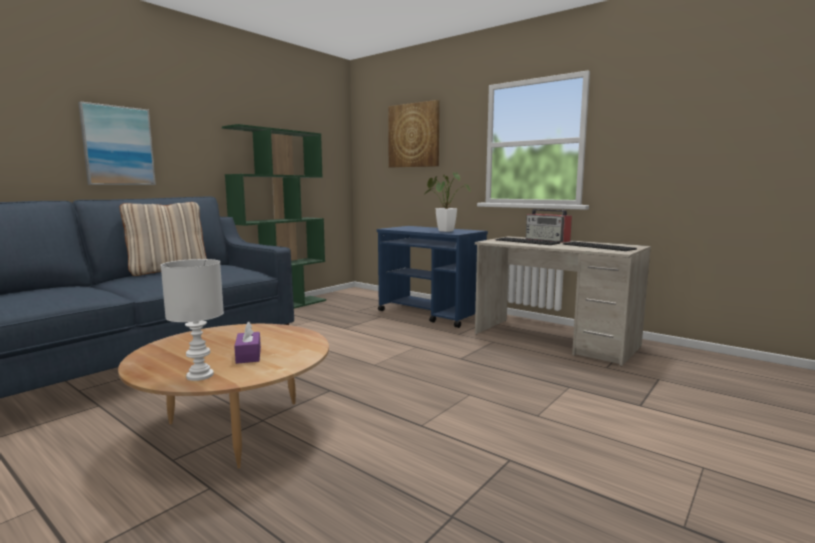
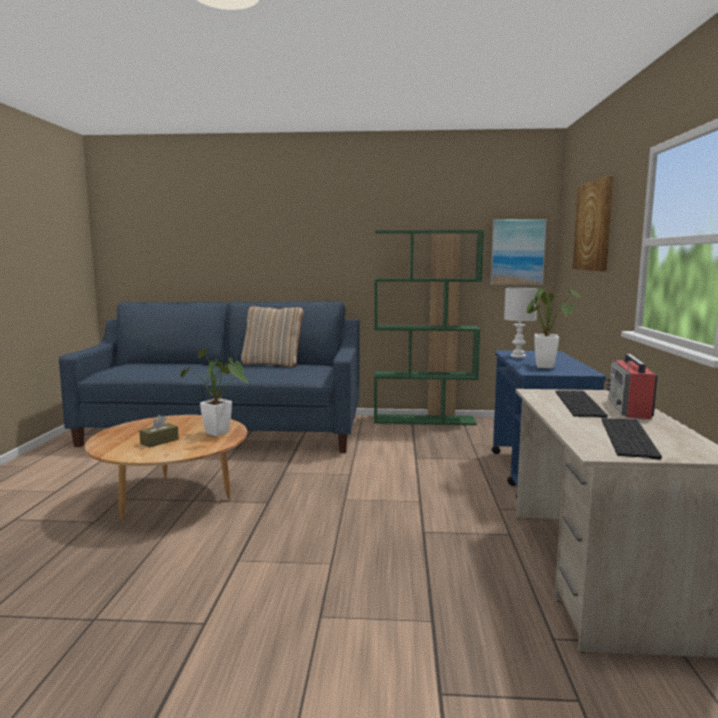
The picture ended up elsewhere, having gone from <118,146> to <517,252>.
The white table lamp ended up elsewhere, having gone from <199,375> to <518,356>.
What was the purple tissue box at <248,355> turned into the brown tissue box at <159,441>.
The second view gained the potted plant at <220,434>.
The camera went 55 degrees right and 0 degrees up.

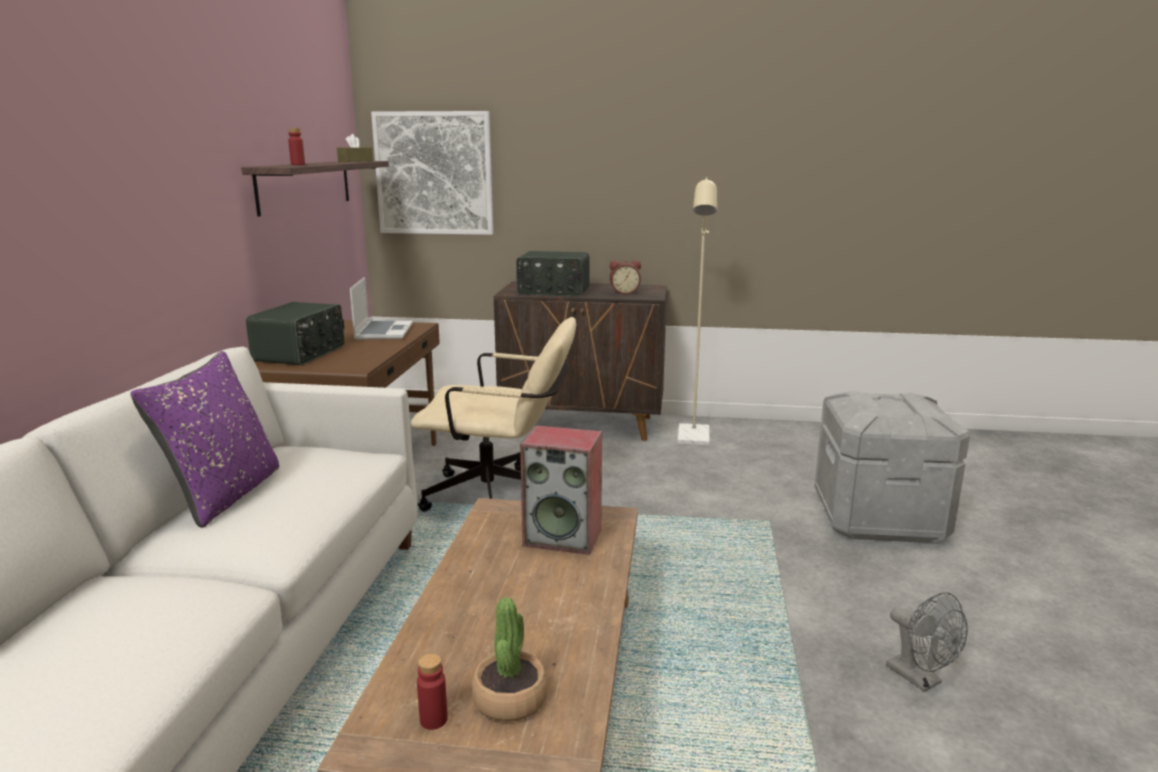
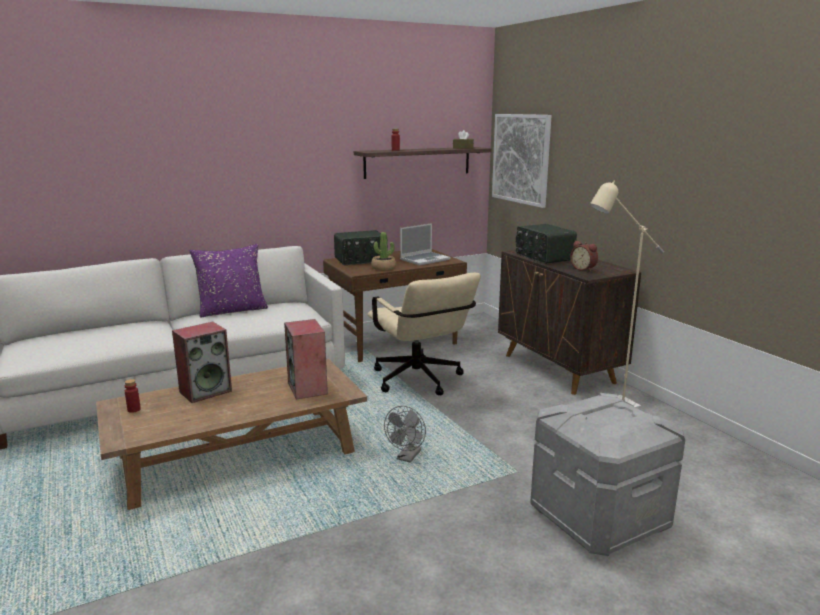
The potted plant ended up elsewhere, having gone from <510,699> to <383,268>.
The grey fan ended up elsewhere, having gone from <920,679> to <407,457>.
The second view gained the speaker at <206,391>.
The camera went 55 degrees right and 0 degrees up.

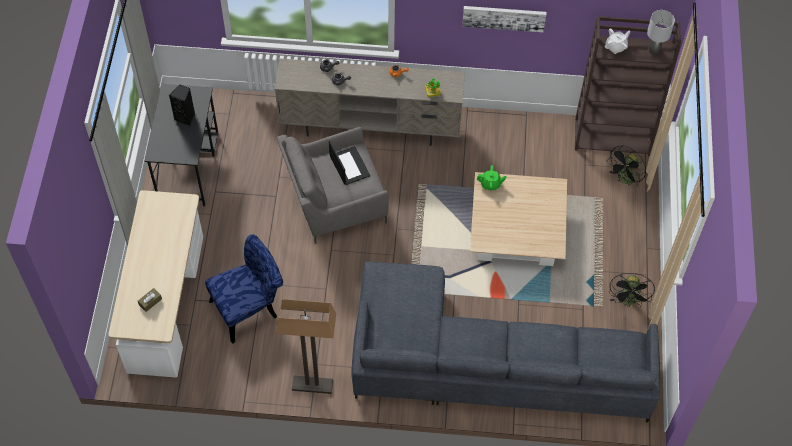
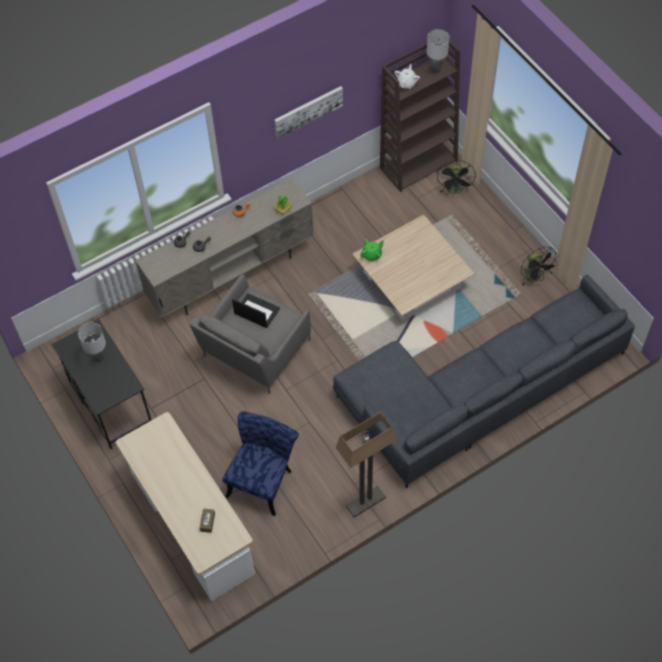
Where the black speaker stood at <186,117>, the grey table lamp came to stand at <99,357>.
The camera went 35 degrees left and 0 degrees up.

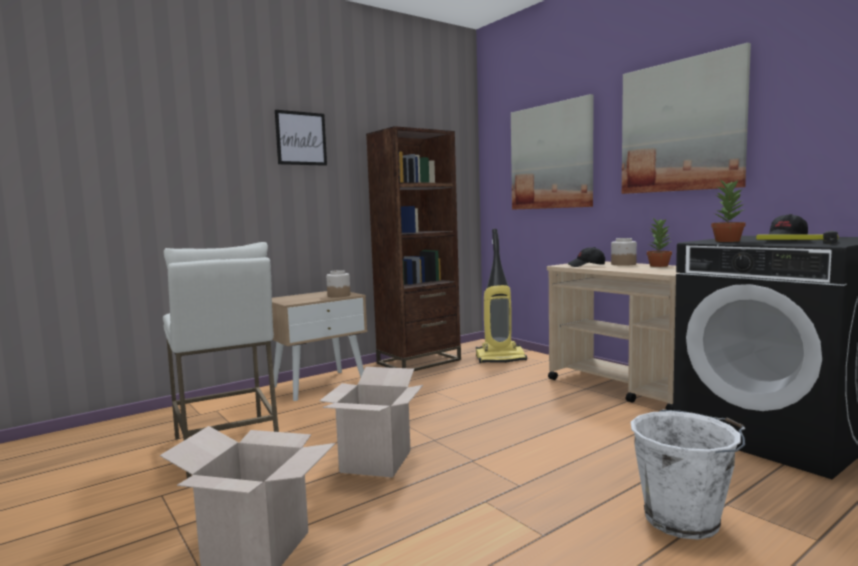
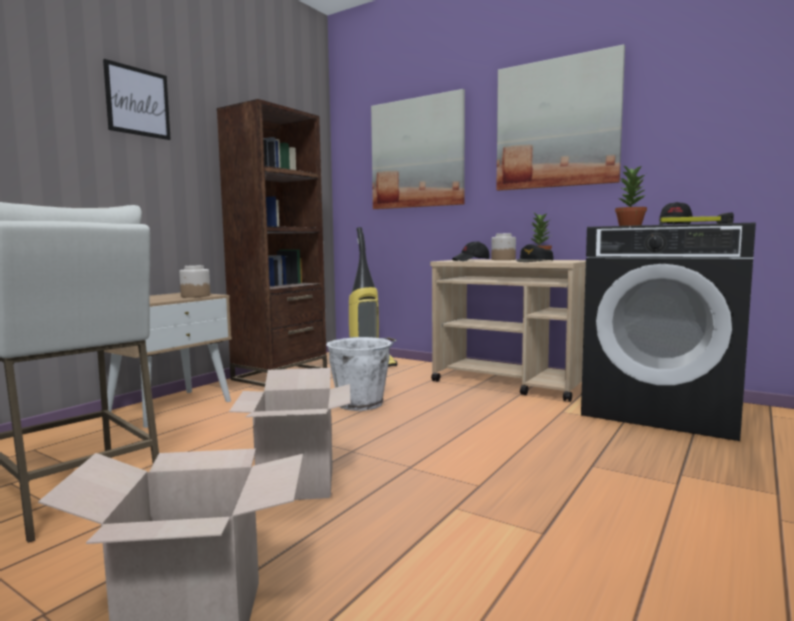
The white bucket ended up elsewhere, having gone from <684,519> to <362,403>.
The second view gained the black cap at <535,261>.
The camera went 20 degrees left and 0 degrees up.

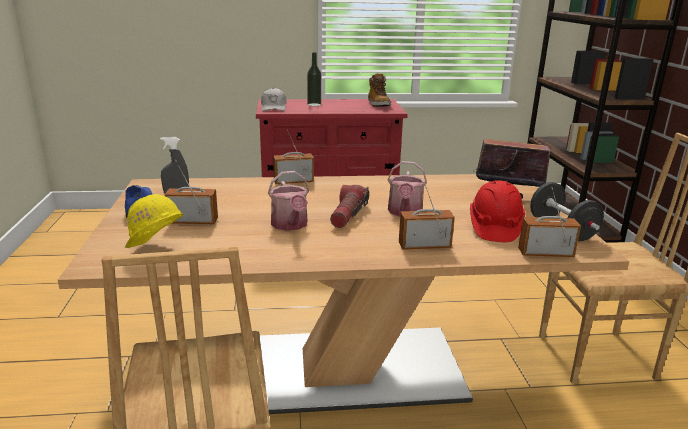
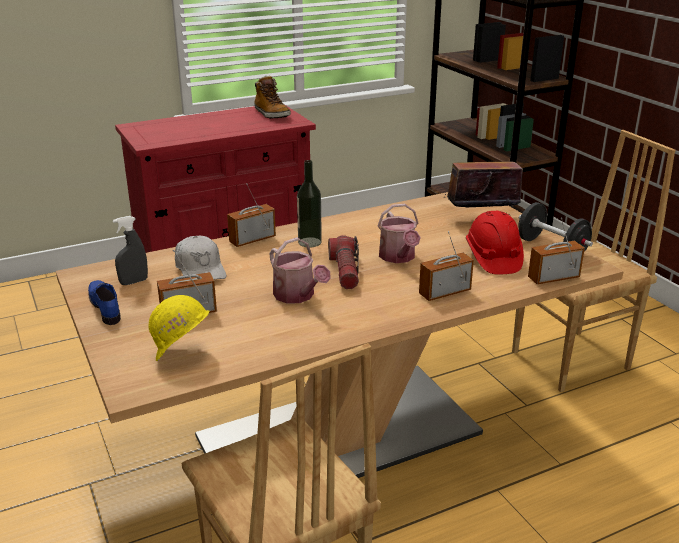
The white cap ended up elsewhere, having gone from <274,107> to <200,269>.
The bottle ended up elsewhere, having gone from <314,104> to <309,242>.
The camera went 20 degrees left and 5 degrees up.

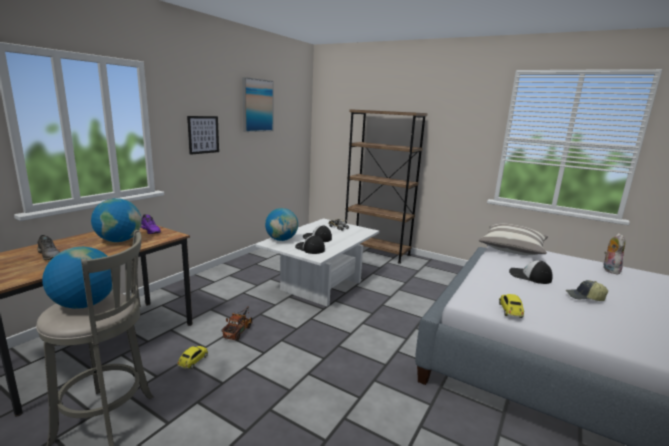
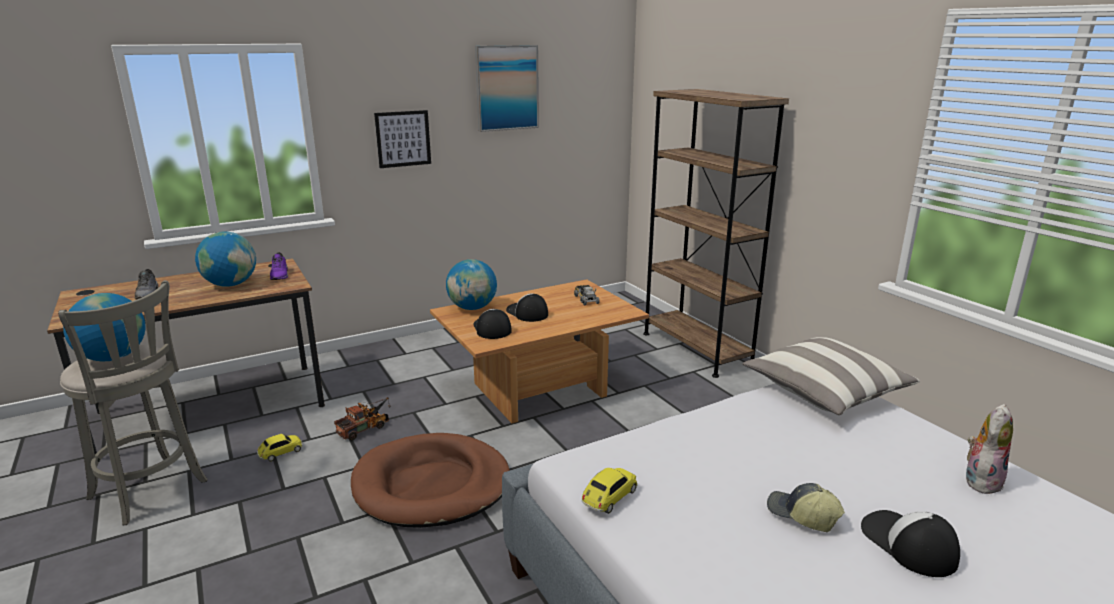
What was the white coffee table at <320,285> turned into the brown coffee table at <539,387>.
The cap ended up elsewhere, having gone from <529,276> to <907,544>.
The second view gained the brown dog bed at <431,485>.
The camera went 30 degrees right and 5 degrees up.

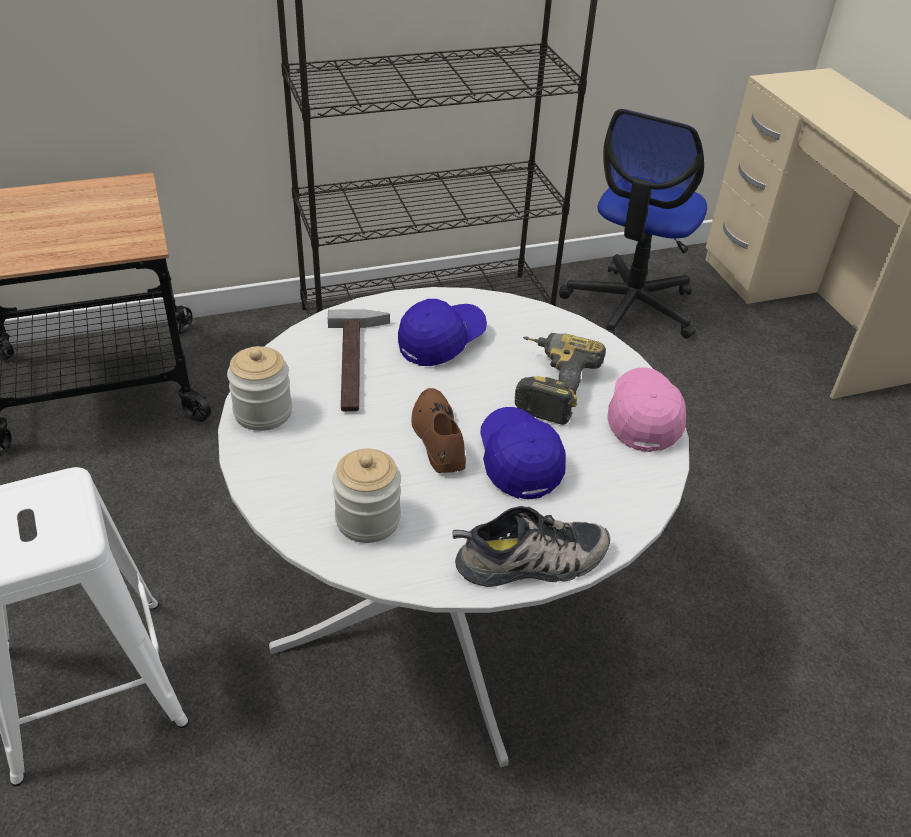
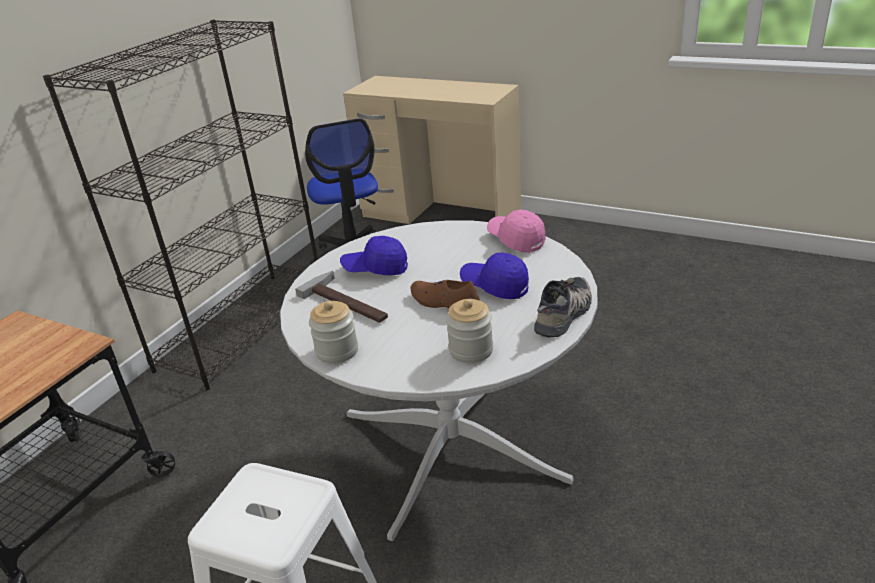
The blue cap at <441,342> ended up facing another way, 90 degrees counterclockwise from before.
The second view lost the power drill at <547,384>.
The camera went 40 degrees left and 10 degrees down.

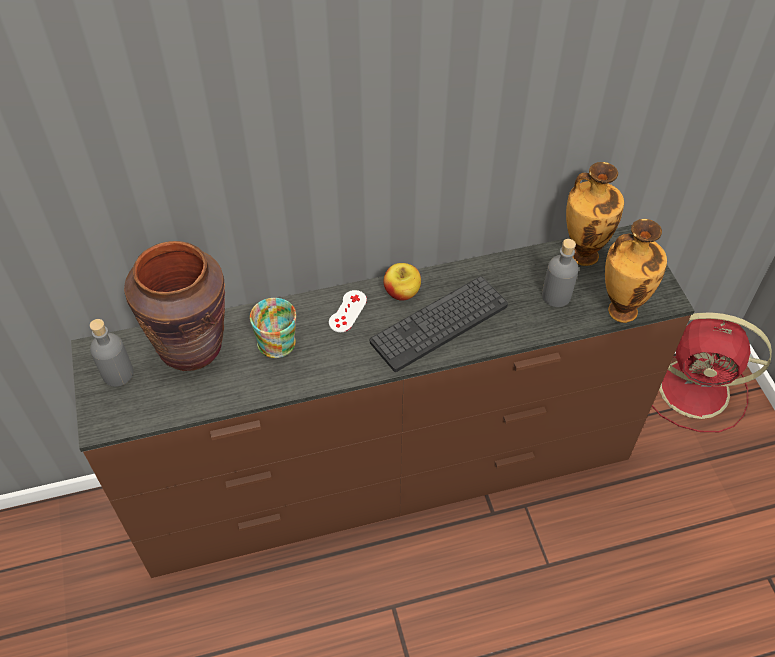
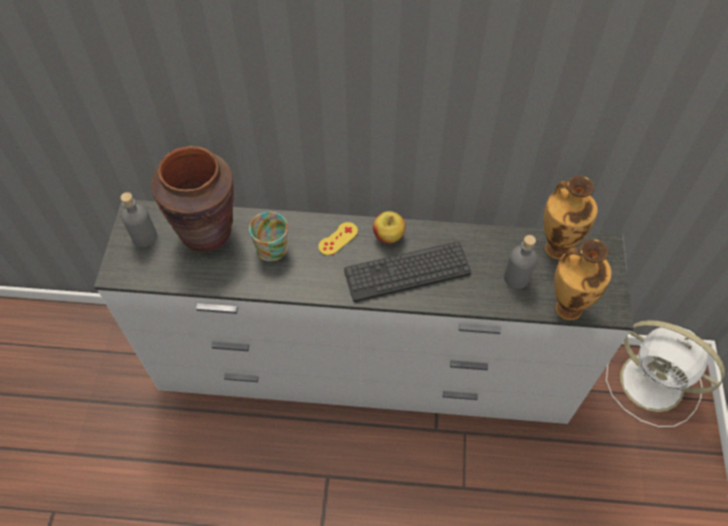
What was the brown dresser at <388,475> turned into the white dresser at <364,370>.
What was the white game controller at <347,311> turned into the yellow game controller at <338,239>.
What was the red fan at <697,389> turned into the white fan at <654,384>.
The camera went 20 degrees right and 5 degrees up.

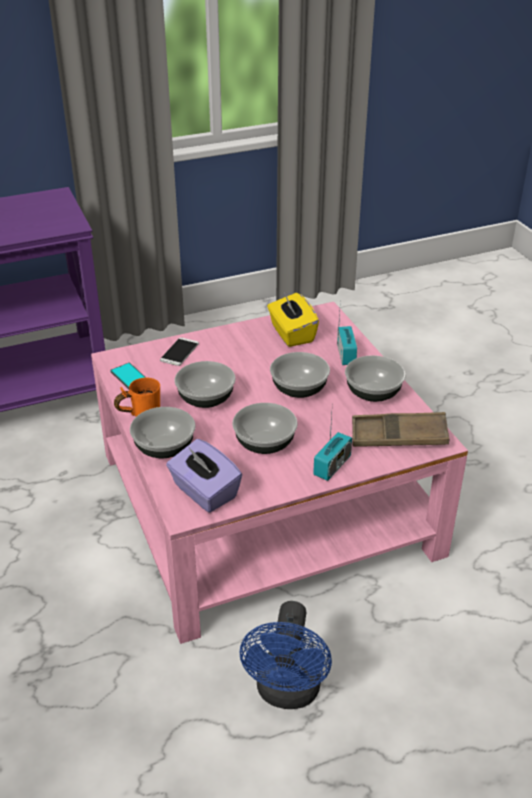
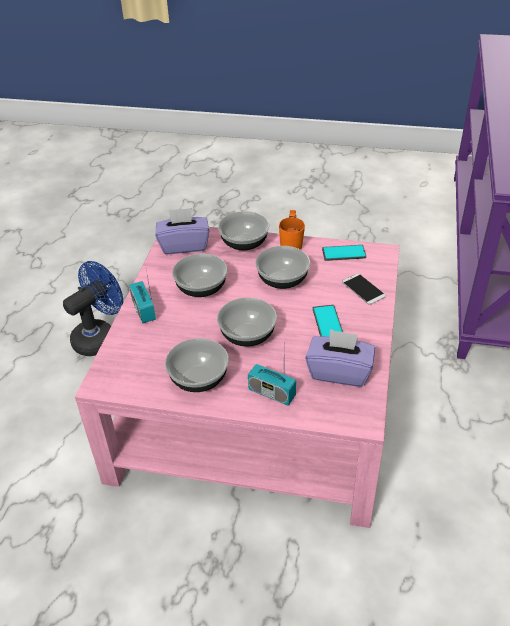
The blue fan at <287,692> ended up facing another way, 90 degrees clockwise from before.
What was the yellow tissue box at <291,334> turned into the purple tissue box at <339,372>.
The second view lost the brown tray at <398,436>.
The second view gained the phone at <327,322>.
The camera went 125 degrees right and 5 degrees up.

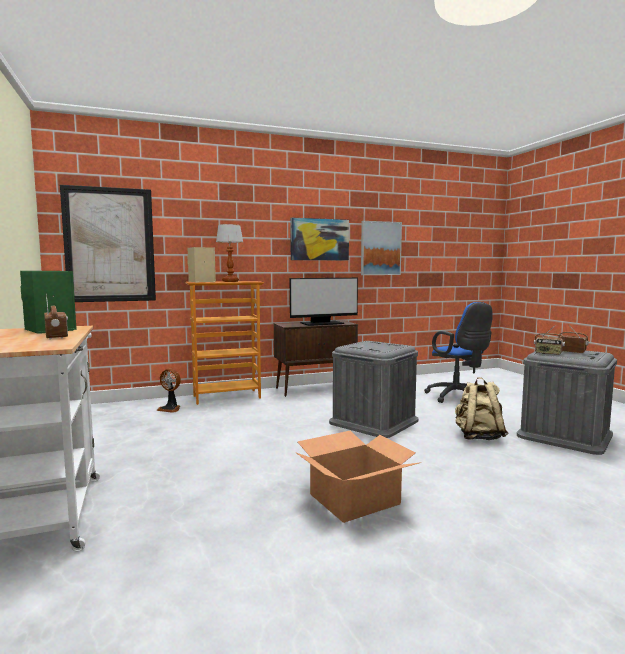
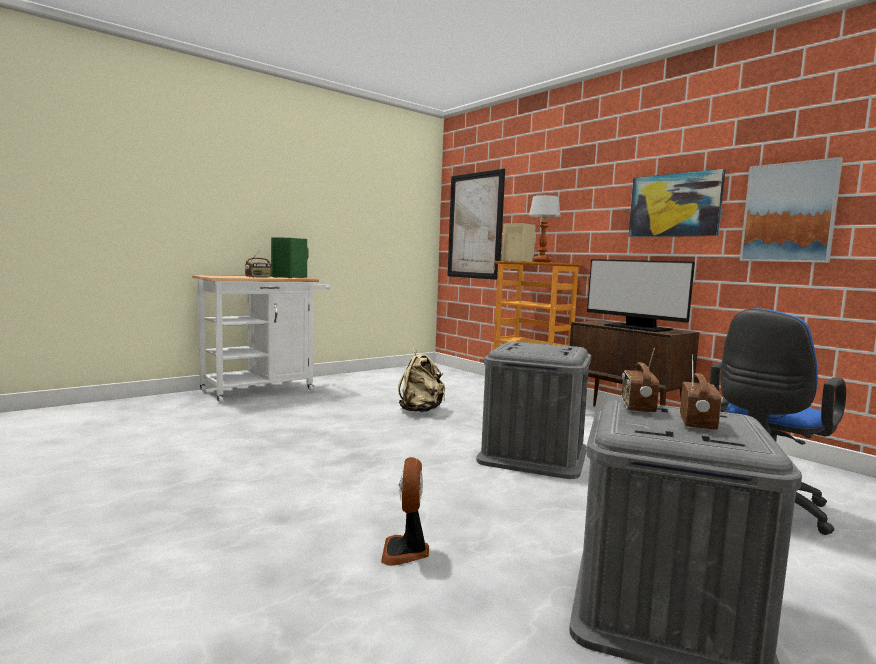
The fan ended up elsewhere, having gone from <170,409> to <406,552>.
The second view lost the cardboard box at <353,499>.
The beige backpack ended up elsewhere, having gone from <478,437> to <420,411>.
The camera went 70 degrees right and 0 degrees up.

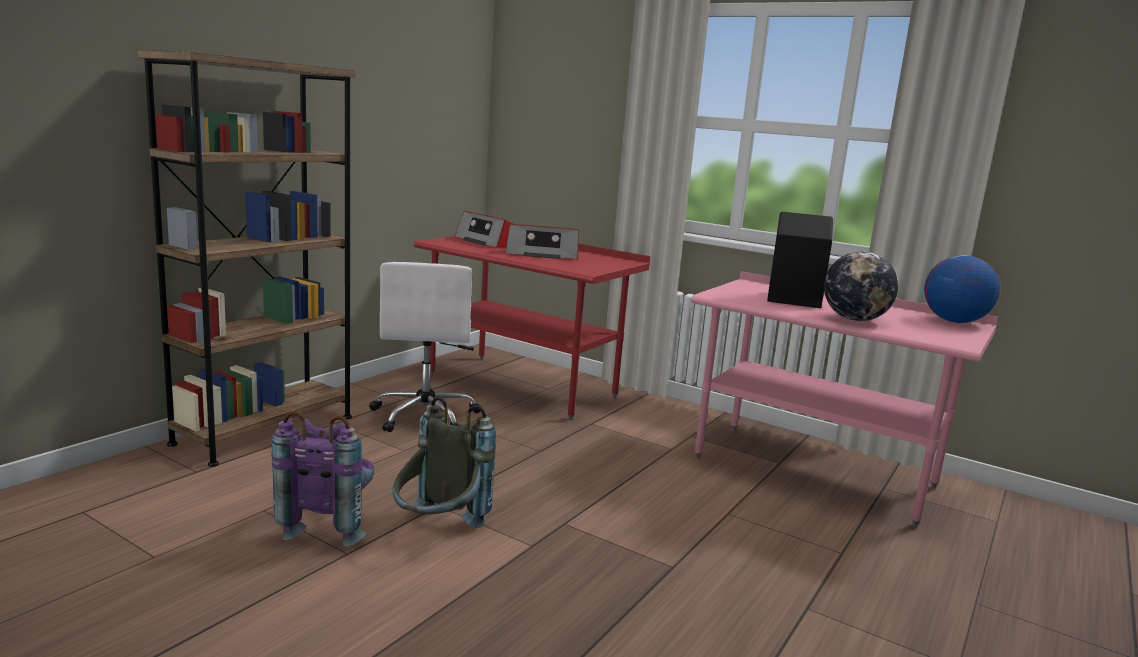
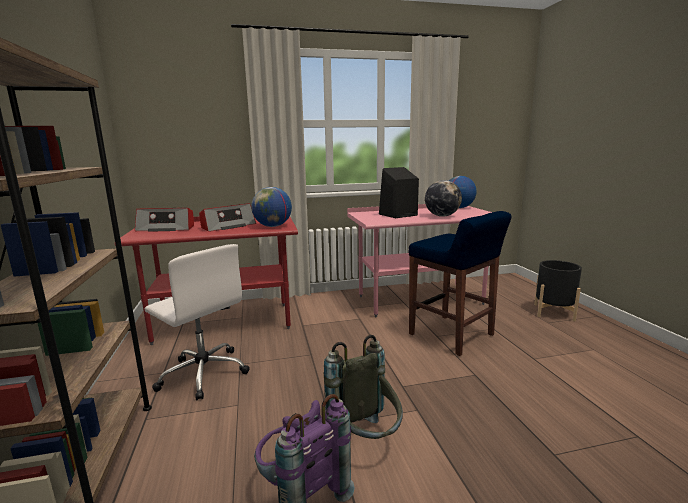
The second view gained the globe at <273,226>.
The second view gained the blue stool at <452,335>.
The second view gained the black planter at <553,312>.
The camera went 45 degrees left and 0 degrees up.

